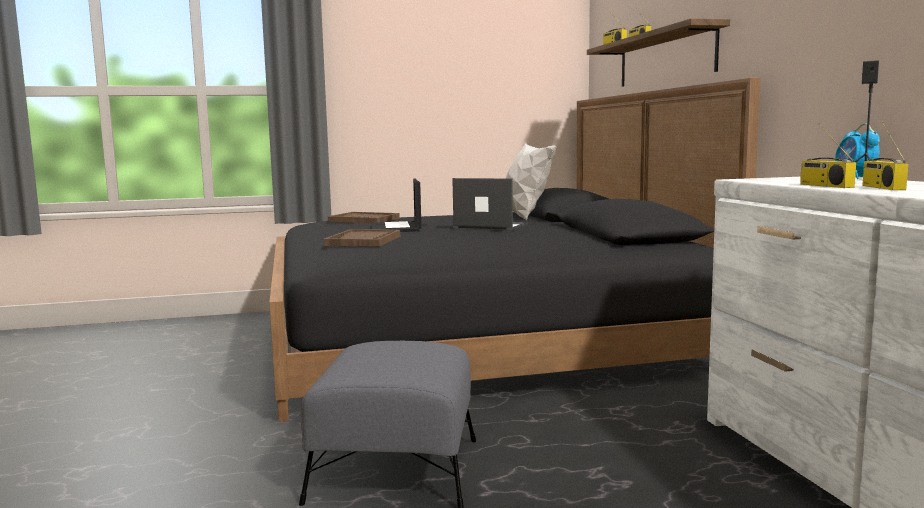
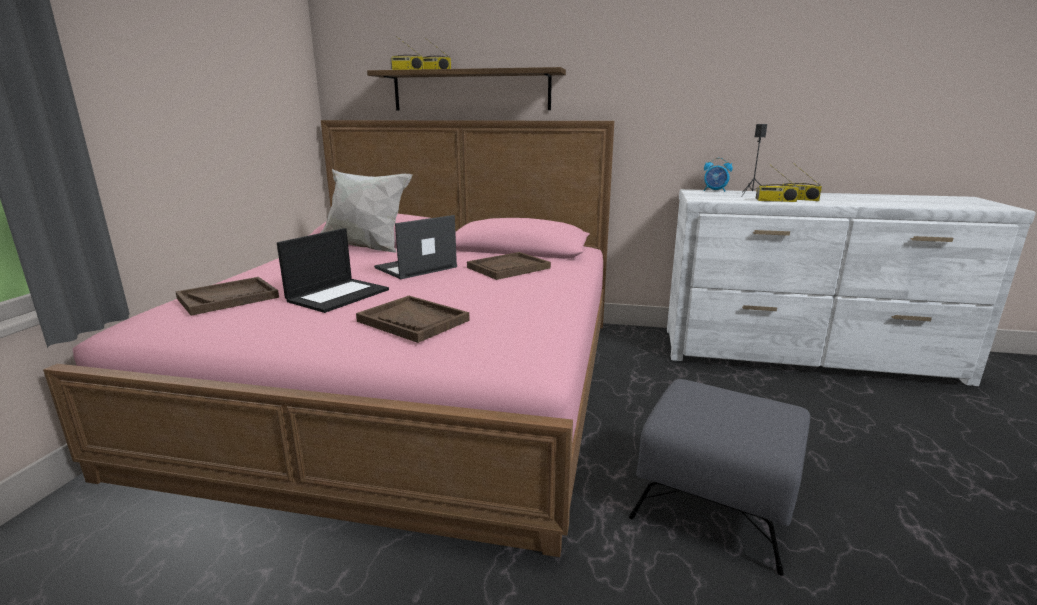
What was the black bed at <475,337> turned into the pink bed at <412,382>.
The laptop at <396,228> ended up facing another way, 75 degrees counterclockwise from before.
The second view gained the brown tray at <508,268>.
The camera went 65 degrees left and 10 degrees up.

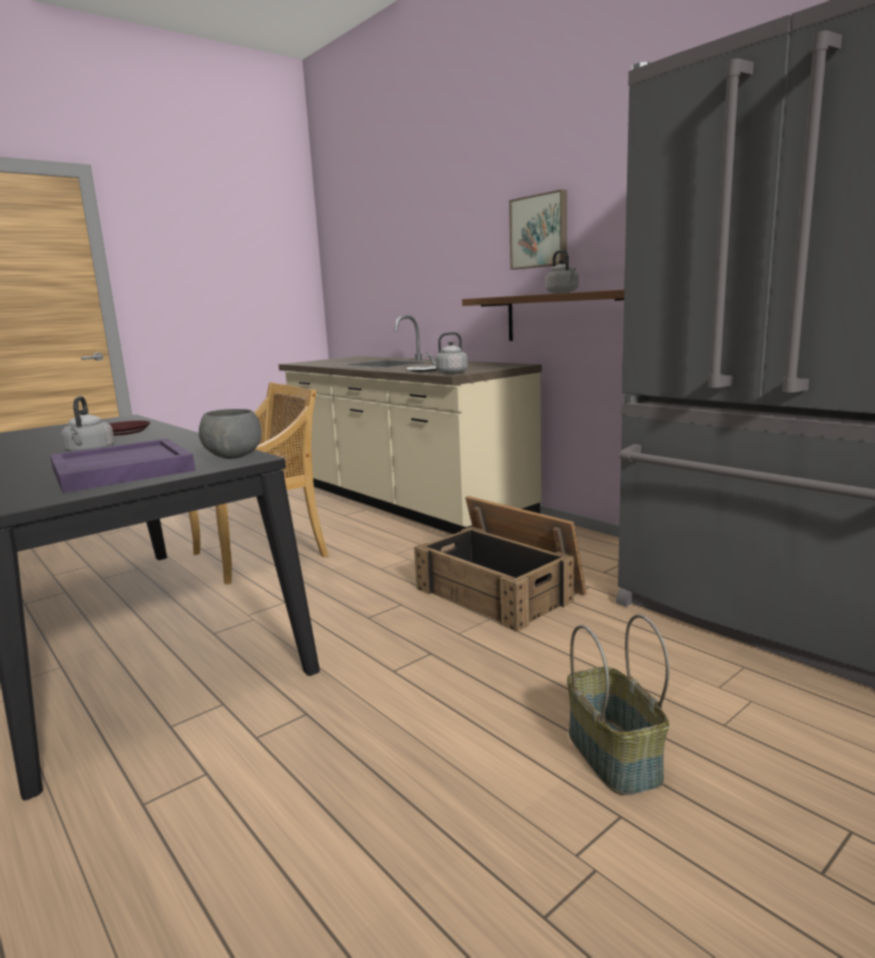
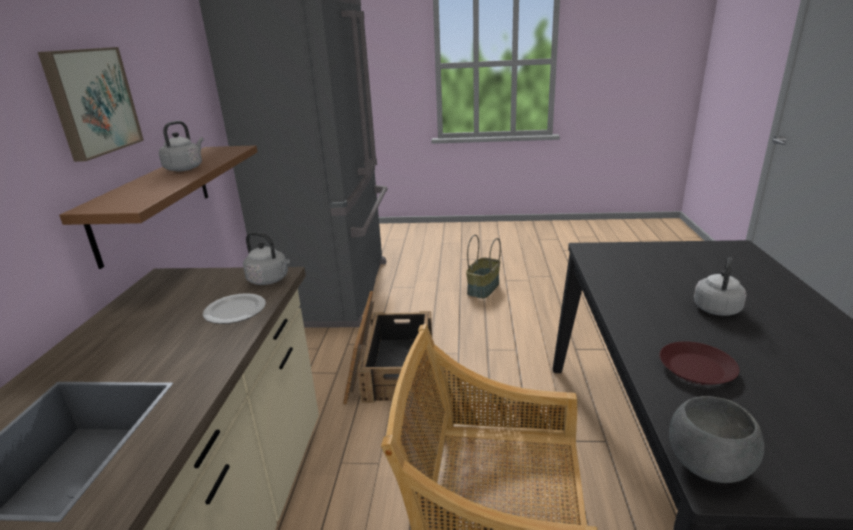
The second view lost the purple tray at <121,470>.
The grey bowl ended up elsewhere, having gone from <233,457> to <709,465>.
The camera went 135 degrees left and 10 degrees up.

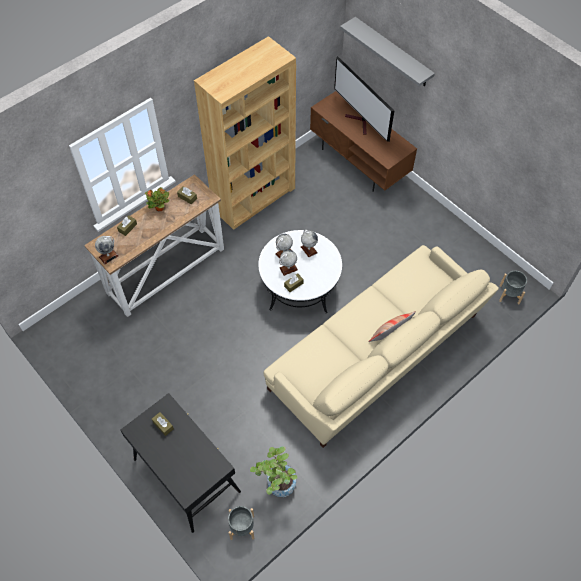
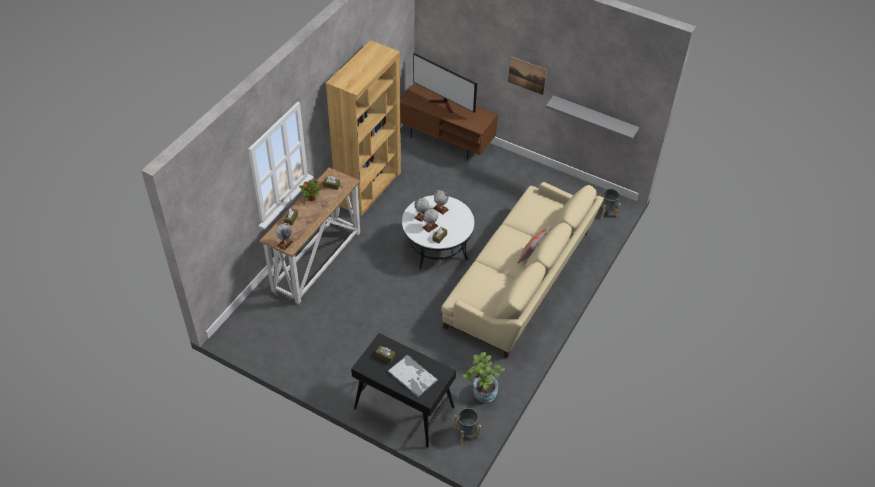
The grey shelf ended up elsewhere, having gone from <392,52> to <594,118>.
The second view gained the tray at <413,376>.
The second view gained the picture at <527,75>.
The camera went 20 degrees left and 10 degrees down.

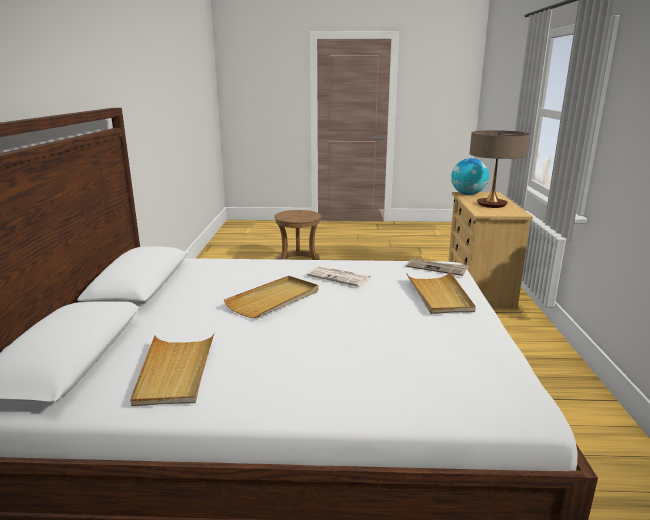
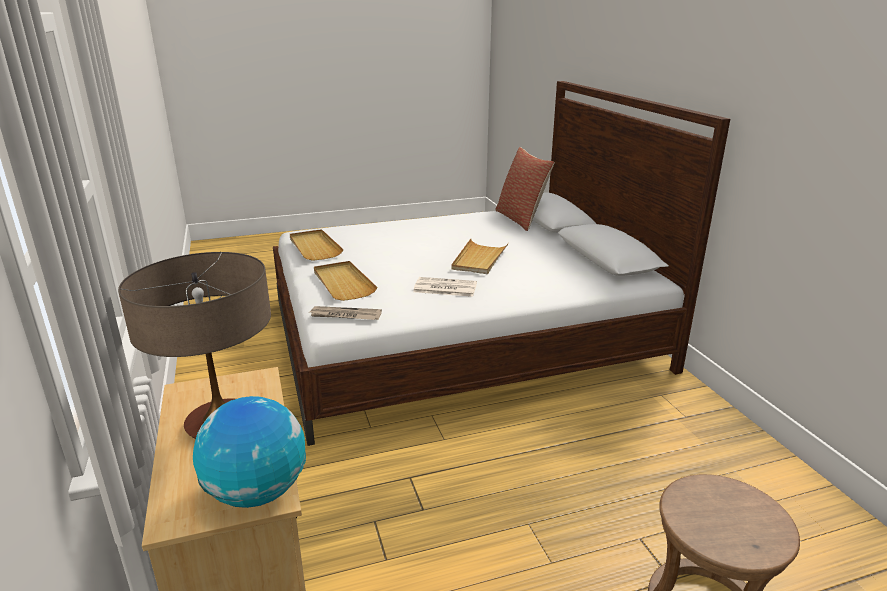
The beige tray ended up elsewhere, having gone from <175,371> to <314,247>.
The second view gained the pillow at <521,219>.
The camera went 160 degrees right and 5 degrees up.

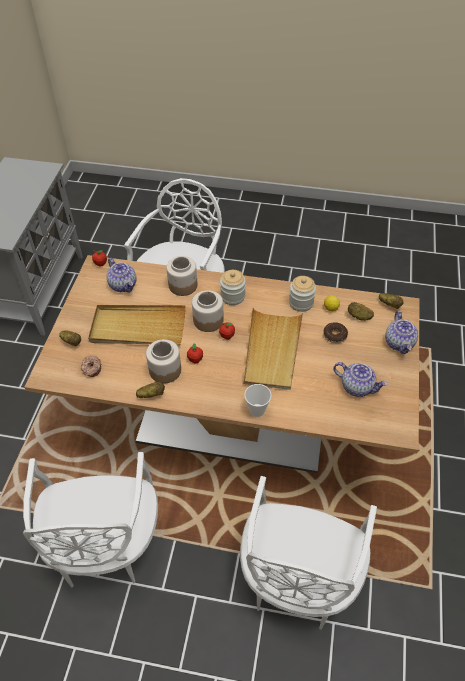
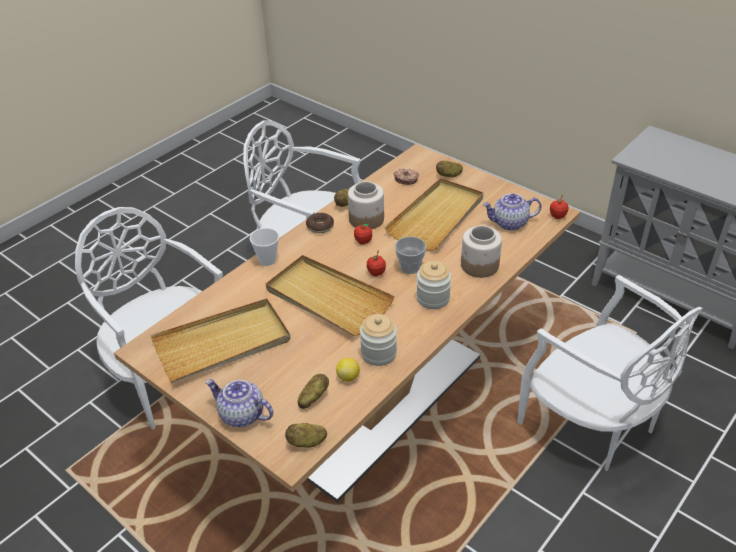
Where the jar stood at <208,320>, the cup came to stand at <410,267>.
The donut ended up elsewhere, having gone from <335,335> to <320,227>.
Where the teapot stood at <357,386>, the beige tray came to stand at <223,343>.
The camera went 120 degrees right and 10 degrees down.

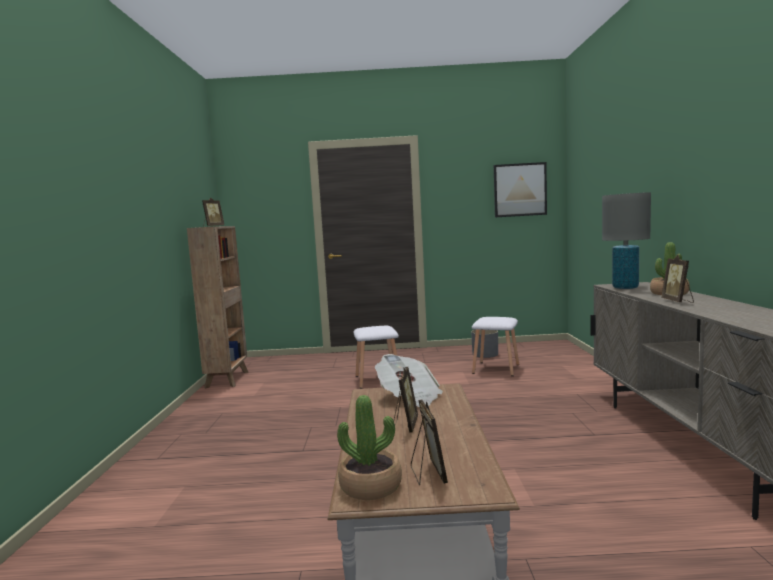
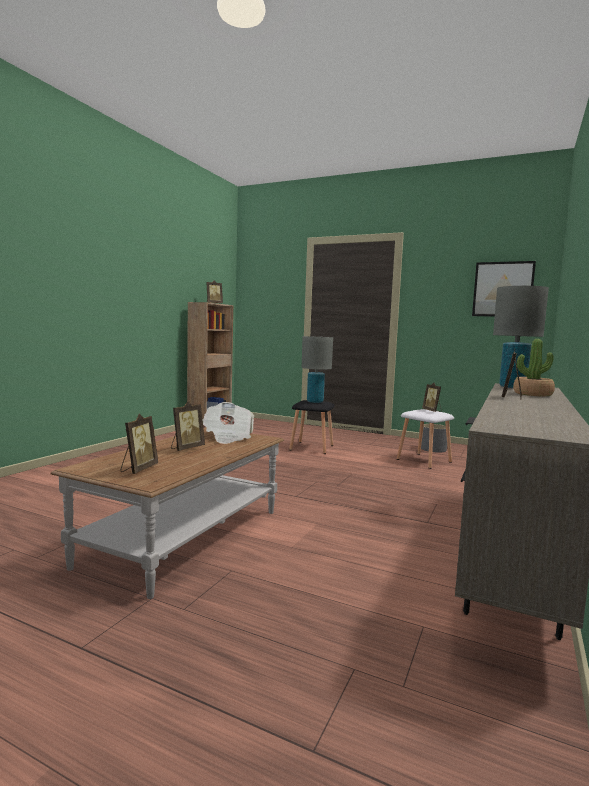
The second view lost the potted plant at <370,486>.
What was the white stool at <377,379> turned into the black stool at <311,447>.
The second view gained the grey table lamp at <315,402>.
The second view gained the picture frame at <432,411>.
The camera went 25 degrees right and 0 degrees up.

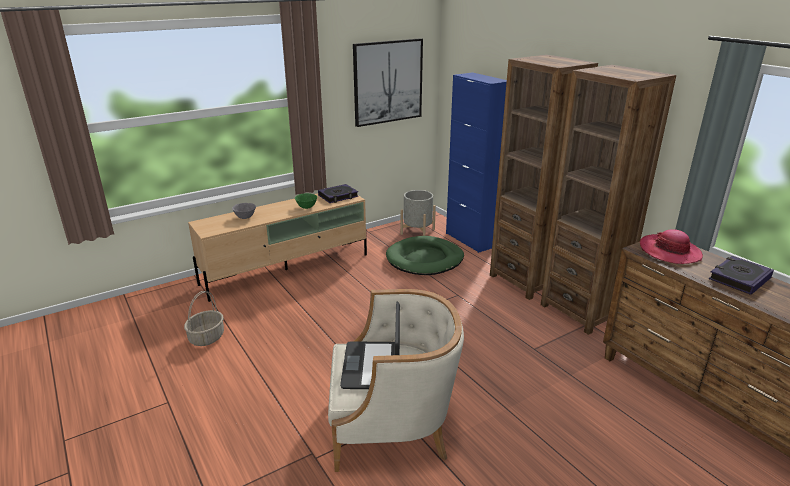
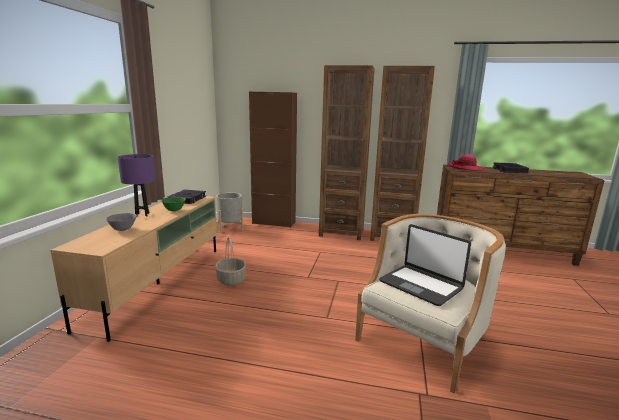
The basket ended up elsewhere, having gone from <206,337> to <231,280>.
The second view lost the picture at <388,82>.
The second view lost the green dog bed at <425,259>.
What was the blue cabinet at <470,240> turned into the brown cabinet at <274,223>.
The second view gained the purple table lamp at <142,215>.
The camera went 45 degrees left and 10 degrees down.

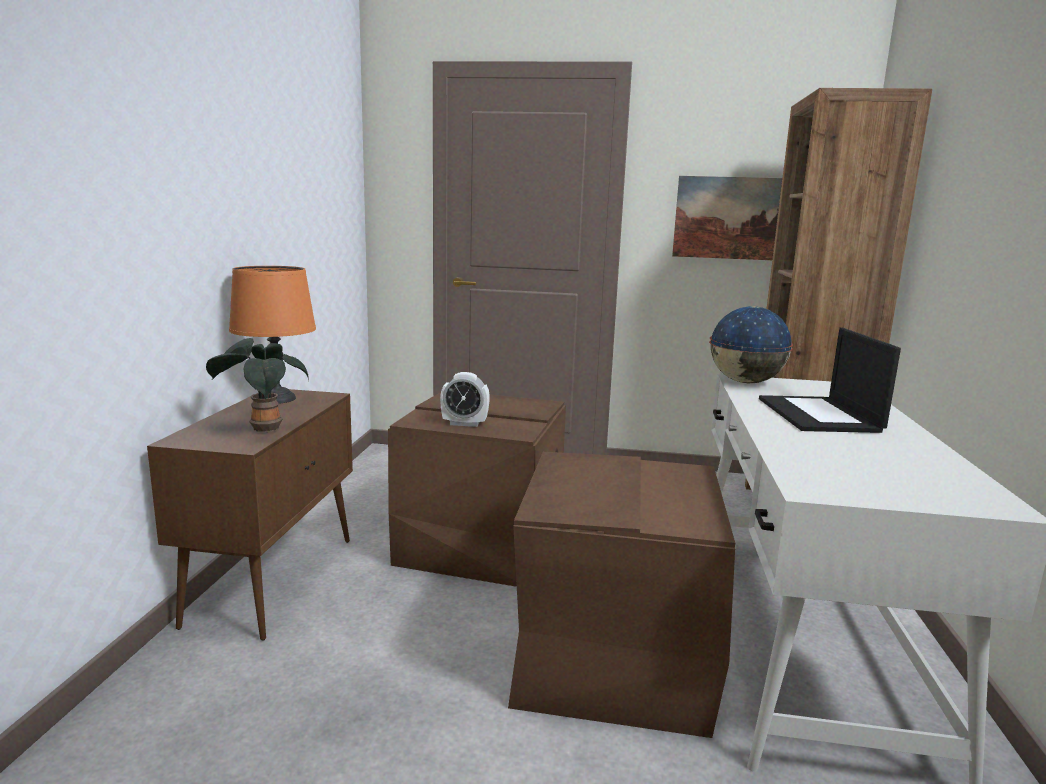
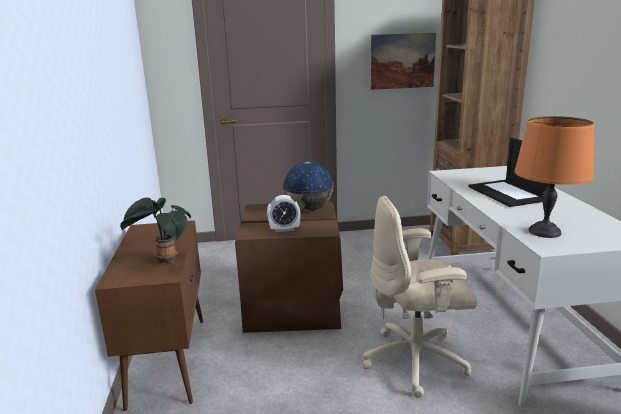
The orange table lamp ended up elsewhere, having gone from <277,398> to <543,231>.
Where the brown storage box stood at <615,658>, the beige office chair came to stand at <416,361>.
The globe ended up elsewhere, having gone from <746,382> to <309,209>.
The camera went 15 degrees left and 5 degrees up.

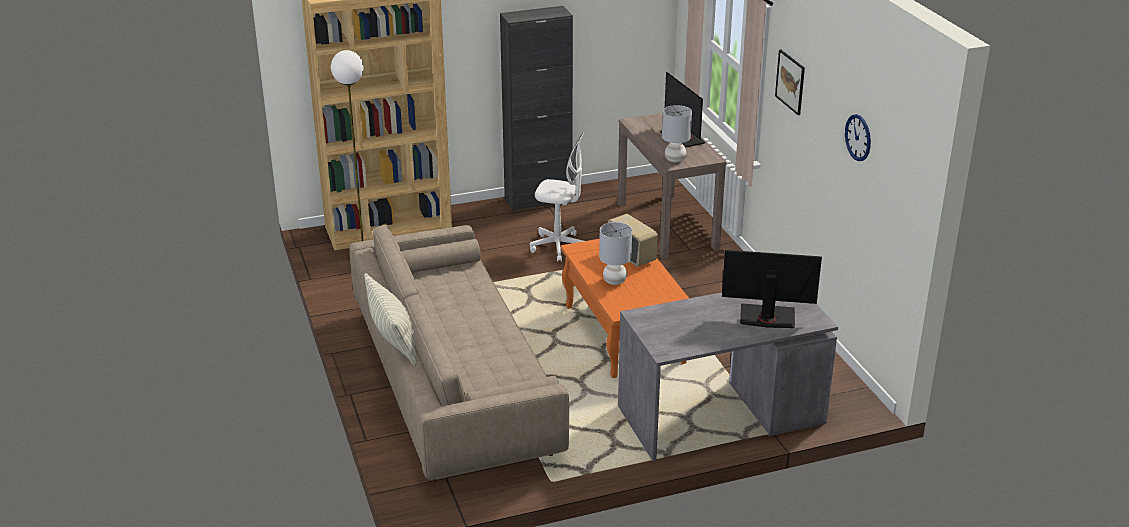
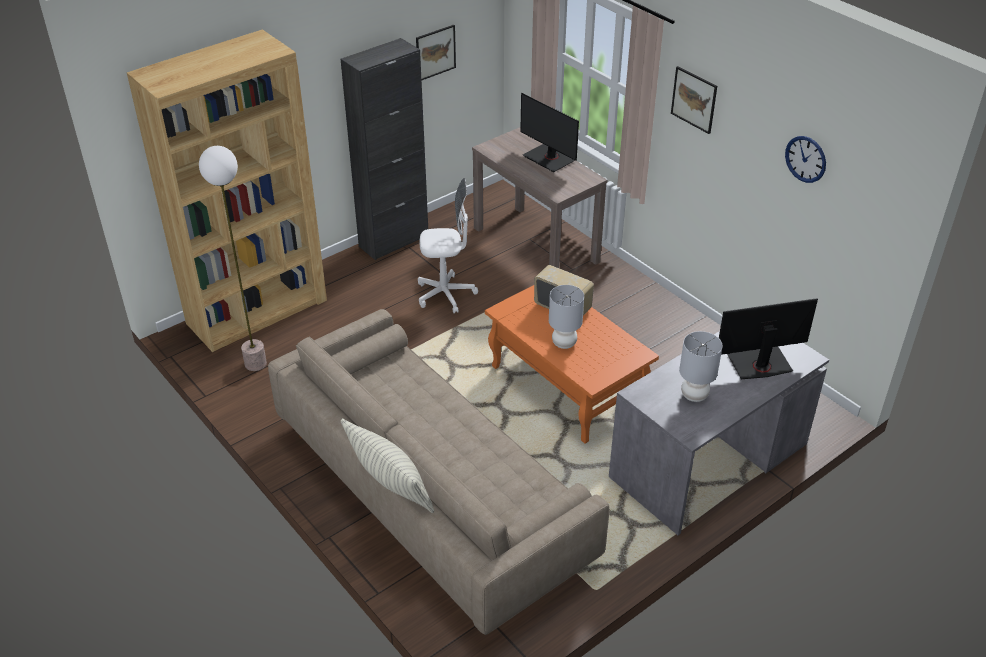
The grey table lamp ended up elsewhere, having gone from <675,159> to <694,395>.
The second view gained the picture at <435,52>.
The camera went 20 degrees left and 10 degrees up.

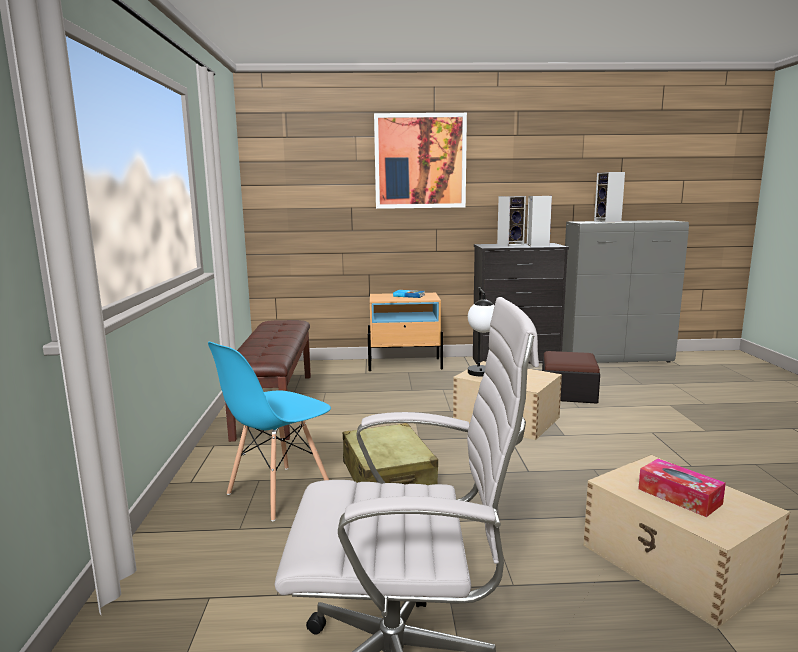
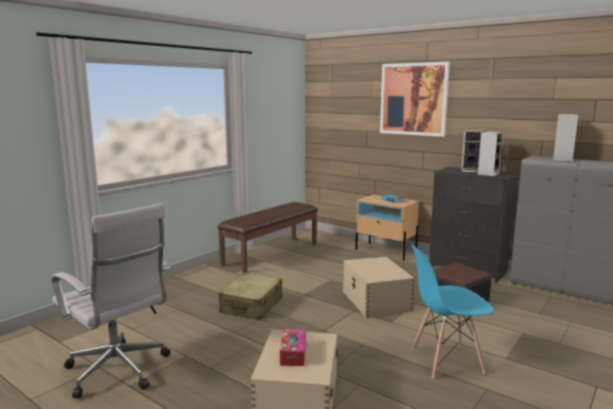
The blue chair ended up elsewhere, having gone from <278,492> to <446,360>.
The second view lost the table lamp at <481,375>.
The camera went 40 degrees right and 0 degrees up.

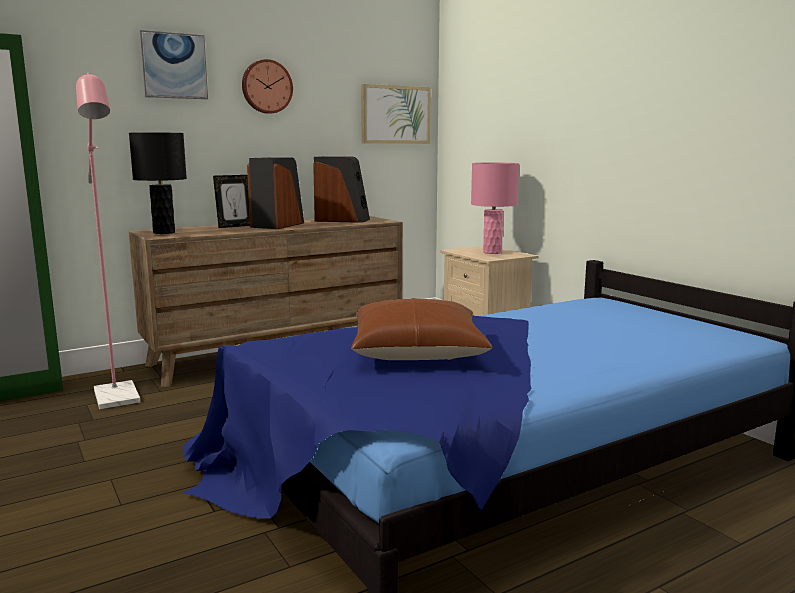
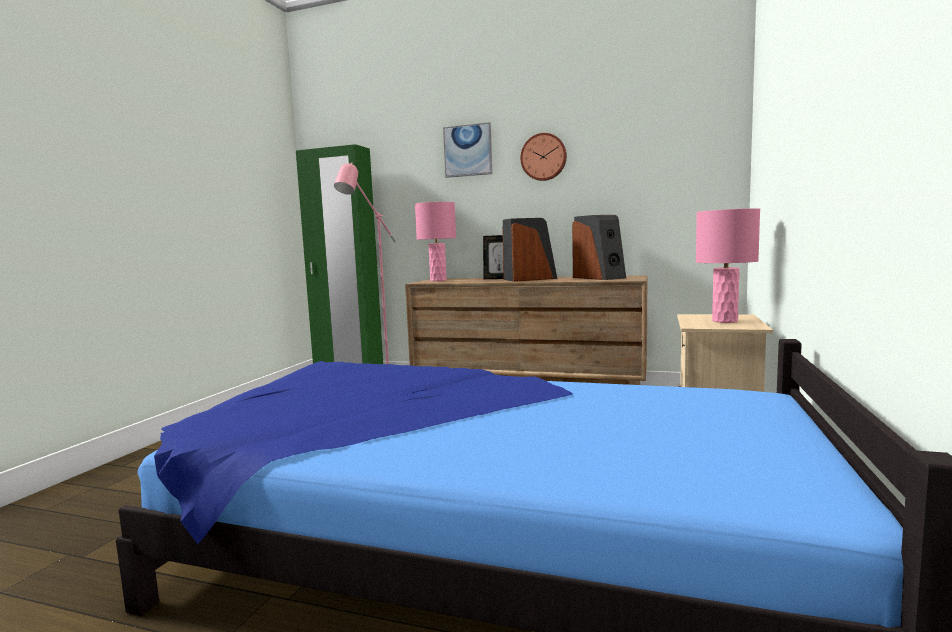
What was the black table lamp at <164,232> turned into the pink table lamp at <438,280>.
The second view lost the brown pillow at <417,351>.
The second view lost the picture at <395,114>.
The camera went 50 degrees right and 5 degrees down.

